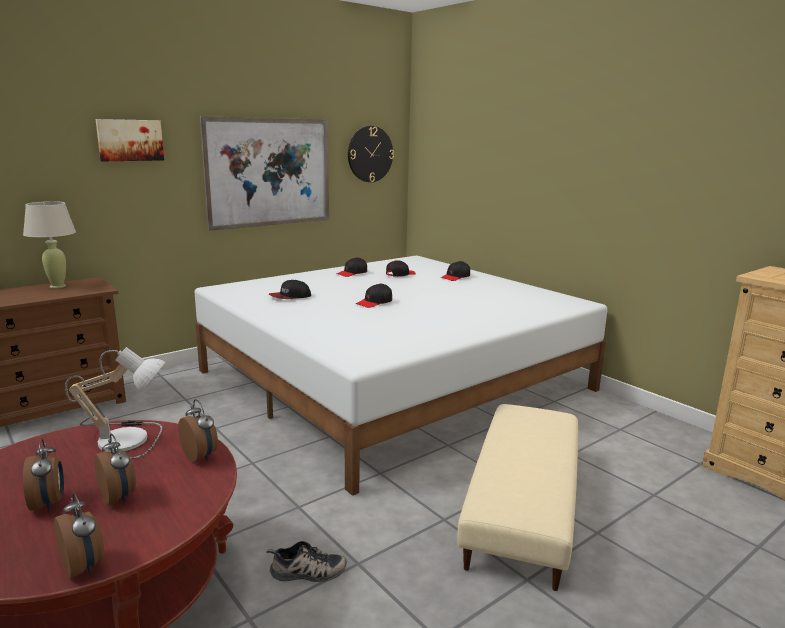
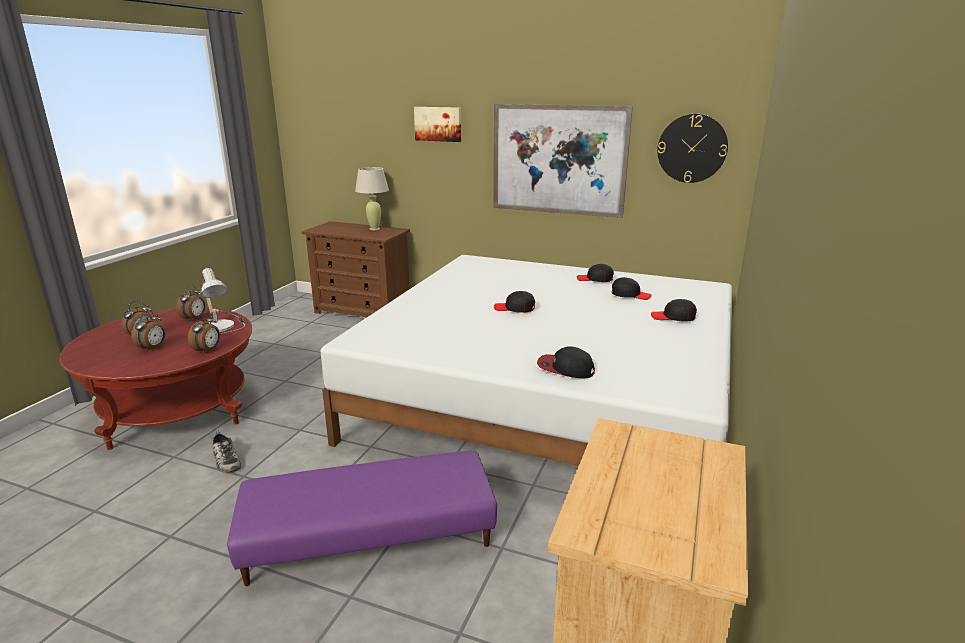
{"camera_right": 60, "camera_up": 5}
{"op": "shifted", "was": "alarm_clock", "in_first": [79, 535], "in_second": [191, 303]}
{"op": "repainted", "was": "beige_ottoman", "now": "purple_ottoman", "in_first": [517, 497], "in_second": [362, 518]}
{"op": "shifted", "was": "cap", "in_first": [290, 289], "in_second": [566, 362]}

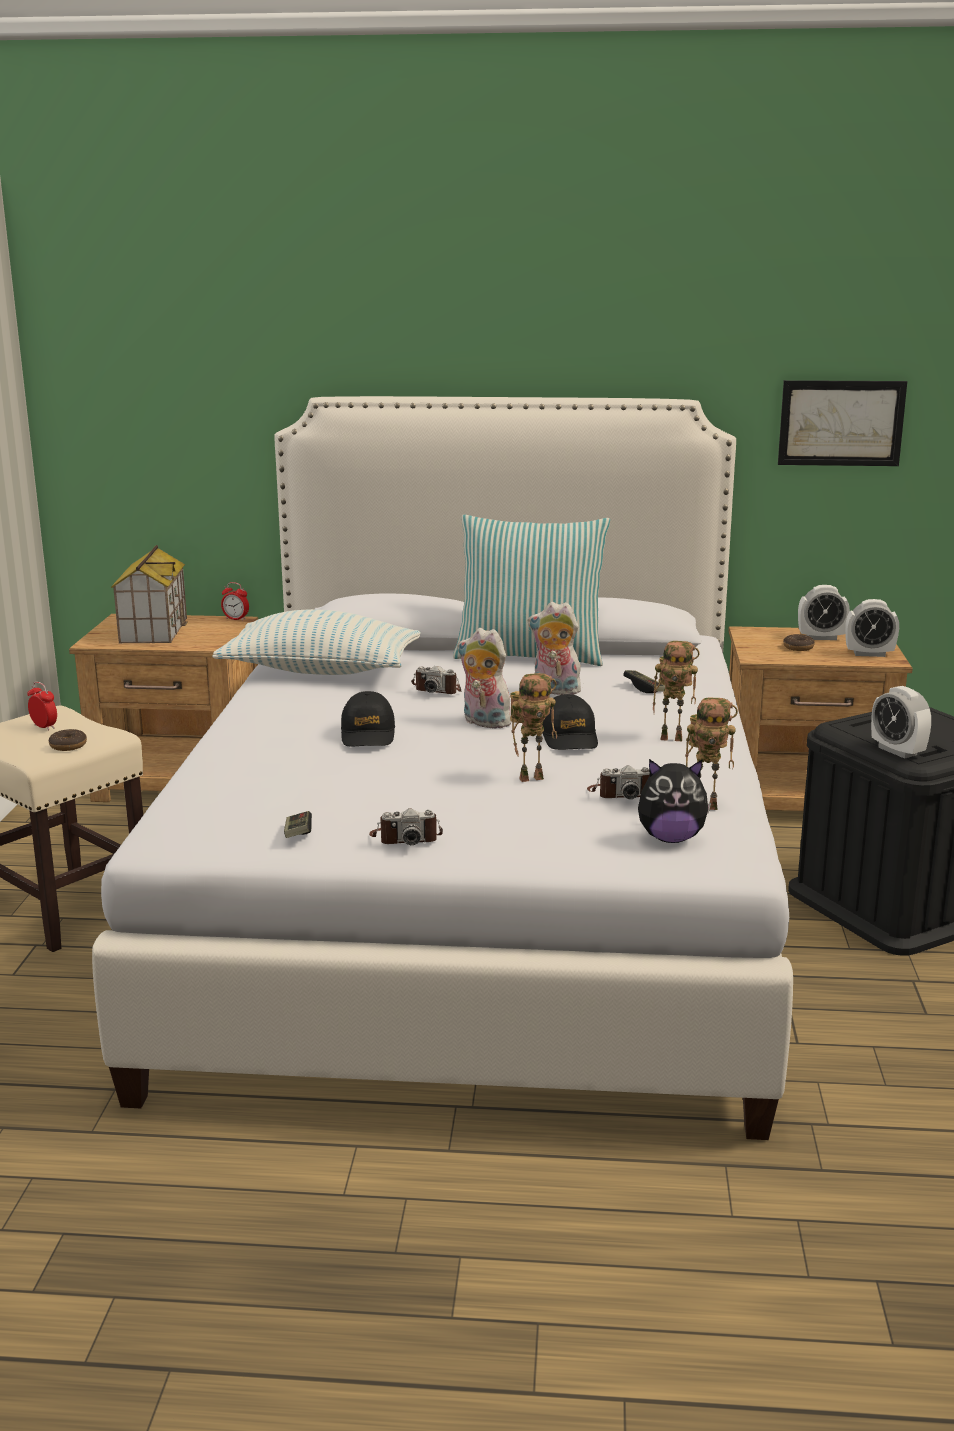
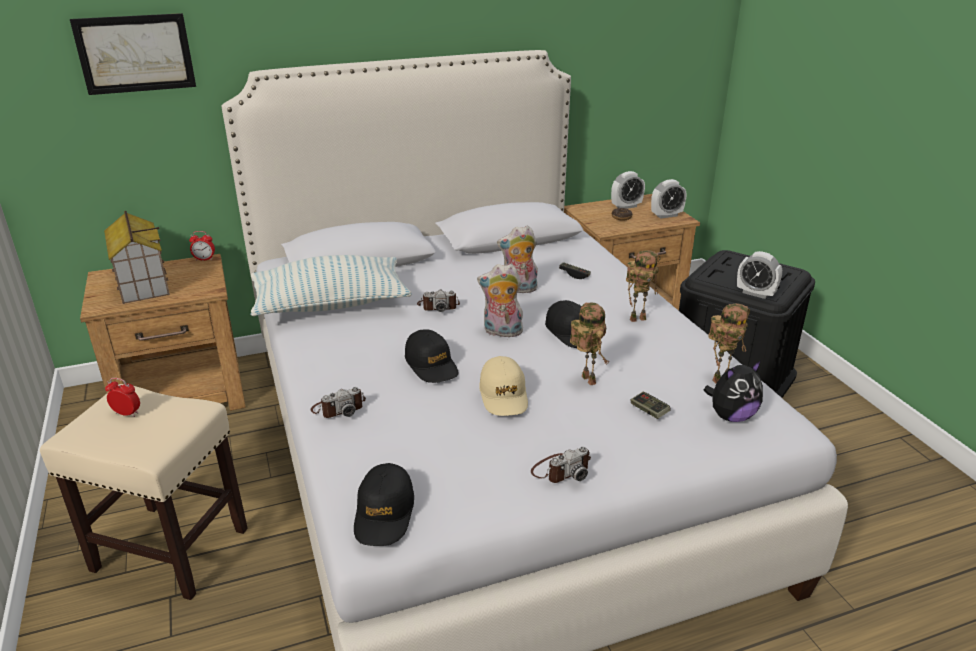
{"camera_right": -25, "camera_up": 10}
{"op": "shifted", "was": "picture", "in_first": [842, 423], "in_second": [133, 54]}
{"op": "shifted", "was": "photo_camera", "in_first": [618, 782], "in_second": [338, 402]}
{"op": "new", "now": "black_cap", "in_second": [384, 504]}
{"op": "new", "now": "beige_cap", "in_second": [503, 386]}
{"op": "rotated", "was": "toy_robot", "in_first": [533, 727], "in_second": [589, 343], "clockwise": -75}
{"op": "shifted", "was": "game_controller", "in_first": [298, 824], "in_second": [650, 405]}
{"op": "gone", "was": "donut", "in_first": [68, 740]}
{"op": "gone", "was": "pillow", "in_first": [531, 590]}

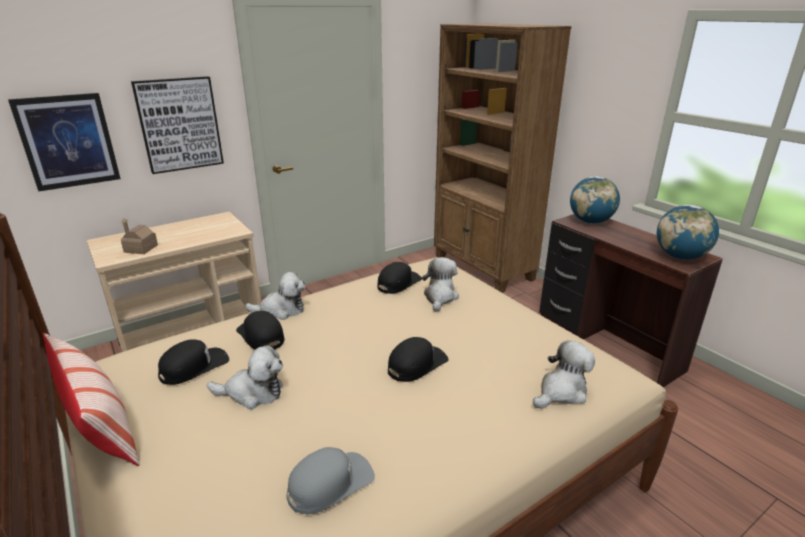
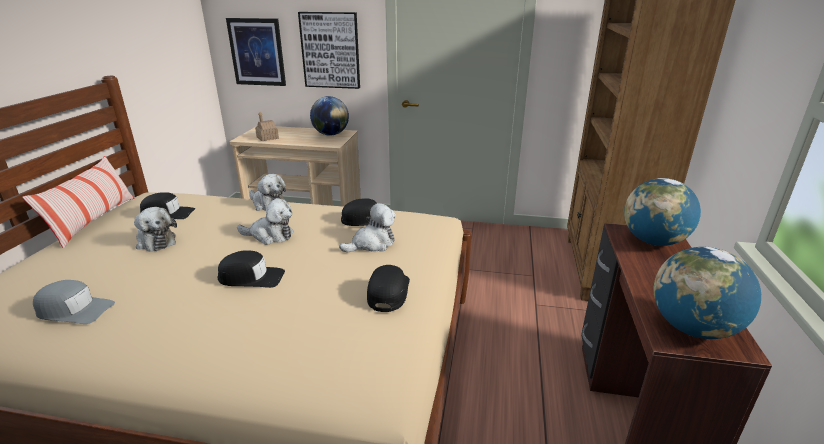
{"camera_right": 45, "camera_up": 0}
{"op": "shifted", "was": "plush_toy", "in_first": [564, 374], "in_second": [265, 222]}
{"op": "new", "now": "globe", "in_second": [329, 116]}
{"op": "shifted", "was": "black_cap", "in_first": [260, 330], "in_second": [388, 288]}

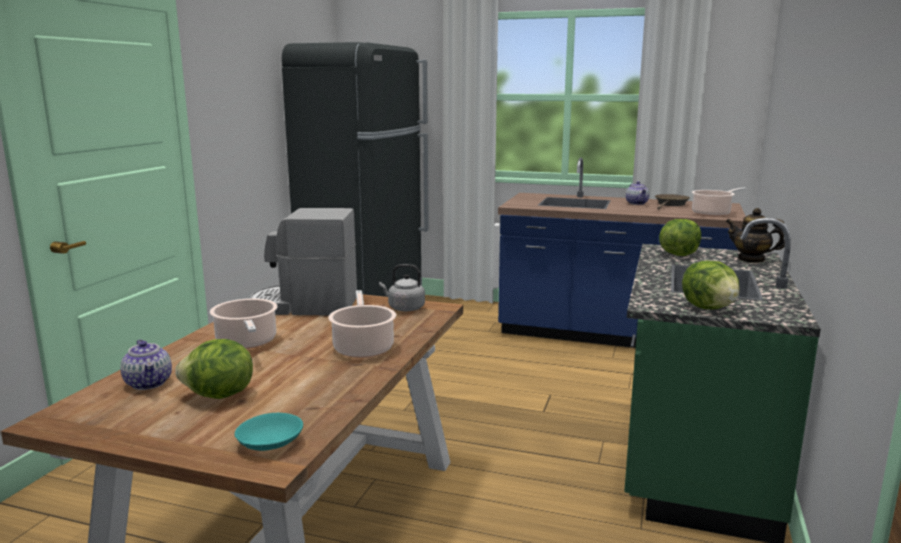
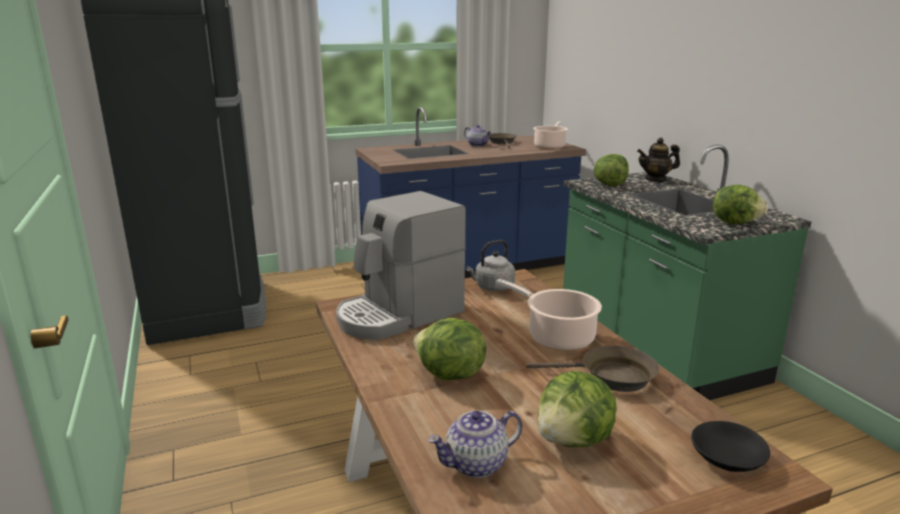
{"camera_right": -40, "camera_up": 5}
{"op": "swapped", "was": "cooking_pot", "now": "lettuce", "in_first": [244, 323], "in_second": [450, 349]}
{"op": "rotated", "was": "teapot", "in_first": [146, 364], "in_second": [475, 444], "clockwise": 135}
{"op": "new", "now": "brown_frying_pan", "in_second": [592, 369]}
{"op": "repainted", "was": "turquoise_bowl", "now": "black_bowl", "in_first": [269, 432], "in_second": [730, 446]}

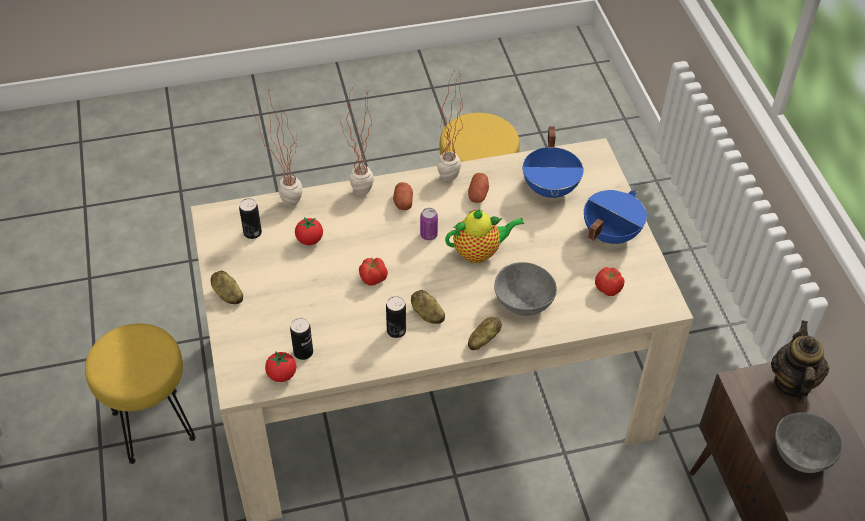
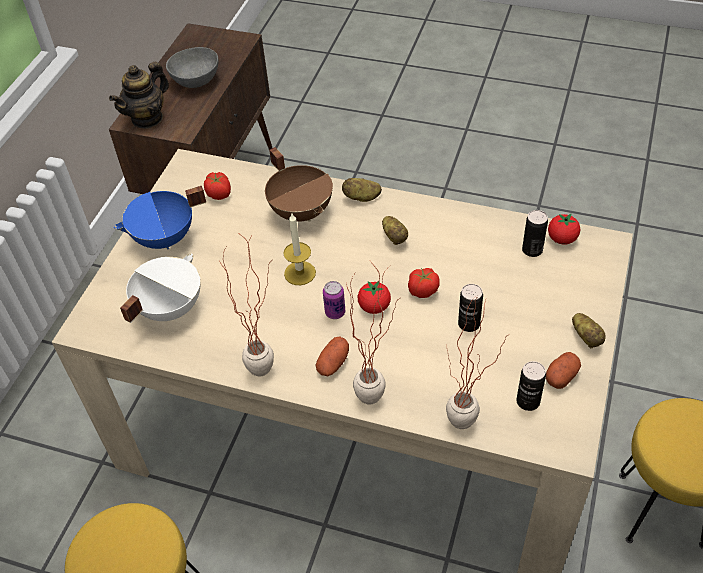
{"camera_right": -145, "camera_up": 0}
{"op": "repainted", "was": "blue_cooking_pot", "now": "white_cooking_pot", "in_first": [553, 163], "in_second": [160, 288]}
{"op": "swapped", "was": "grey_bowl", "now": "brown_cooking_pot", "in_first": [525, 289], "in_second": [299, 184]}
{"op": "swapped", "was": "teapot", "now": "candle", "in_first": [484, 236], "in_second": [299, 249]}
{"op": "shifted", "was": "tomato", "in_first": [309, 231], "in_second": [374, 297]}
{"op": "shifted", "was": "can", "in_first": [396, 317], "in_second": [470, 308]}
{"op": "shifted", "was": "potato", "in_first": [478, 188], "in_second": [563, 370]}

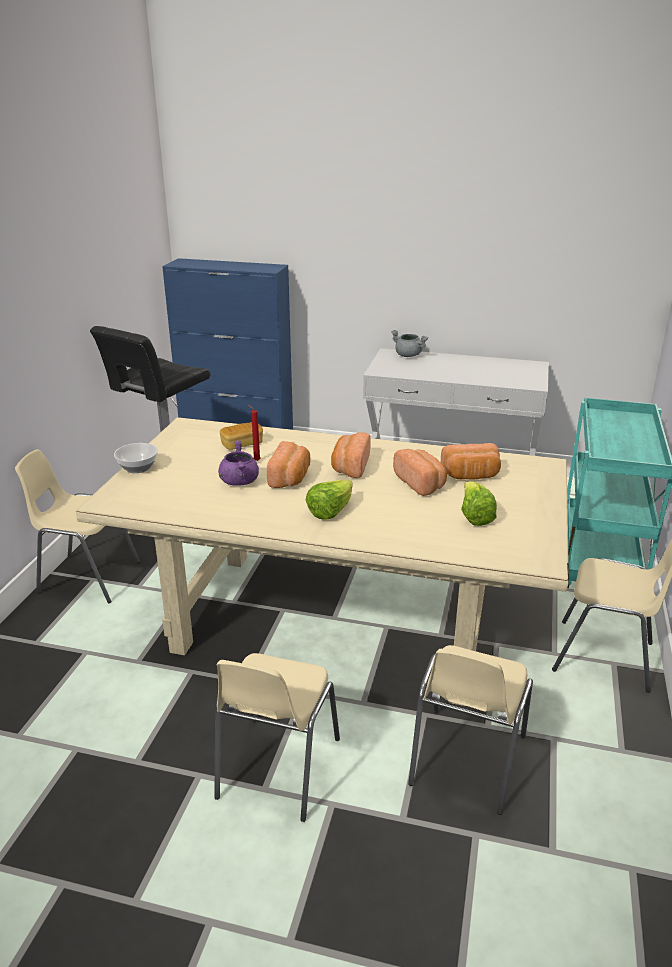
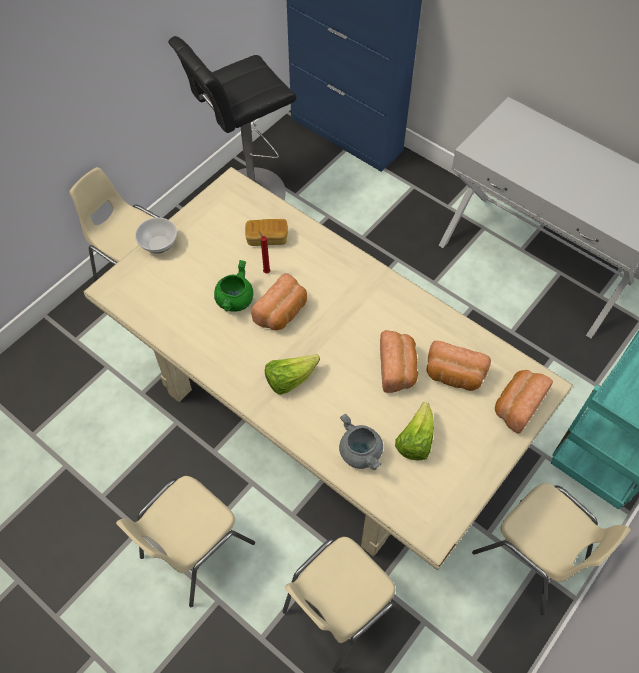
{"camera_right": 25, "camera_up": 30}
{"op": "repainted", "was": "purple_cooking_pot", "now": "green_cooking_pot", "in_first": [238, 463], "in_second": [233, 286]}
{"op": "shifted", "was": "grey_cooking_pot", "in_first": [410, 343], "in_second": [361, 442]}
{"op": "shifted", "was": "bread", "in_first": [351, 455], "in_second": [524, 402]}

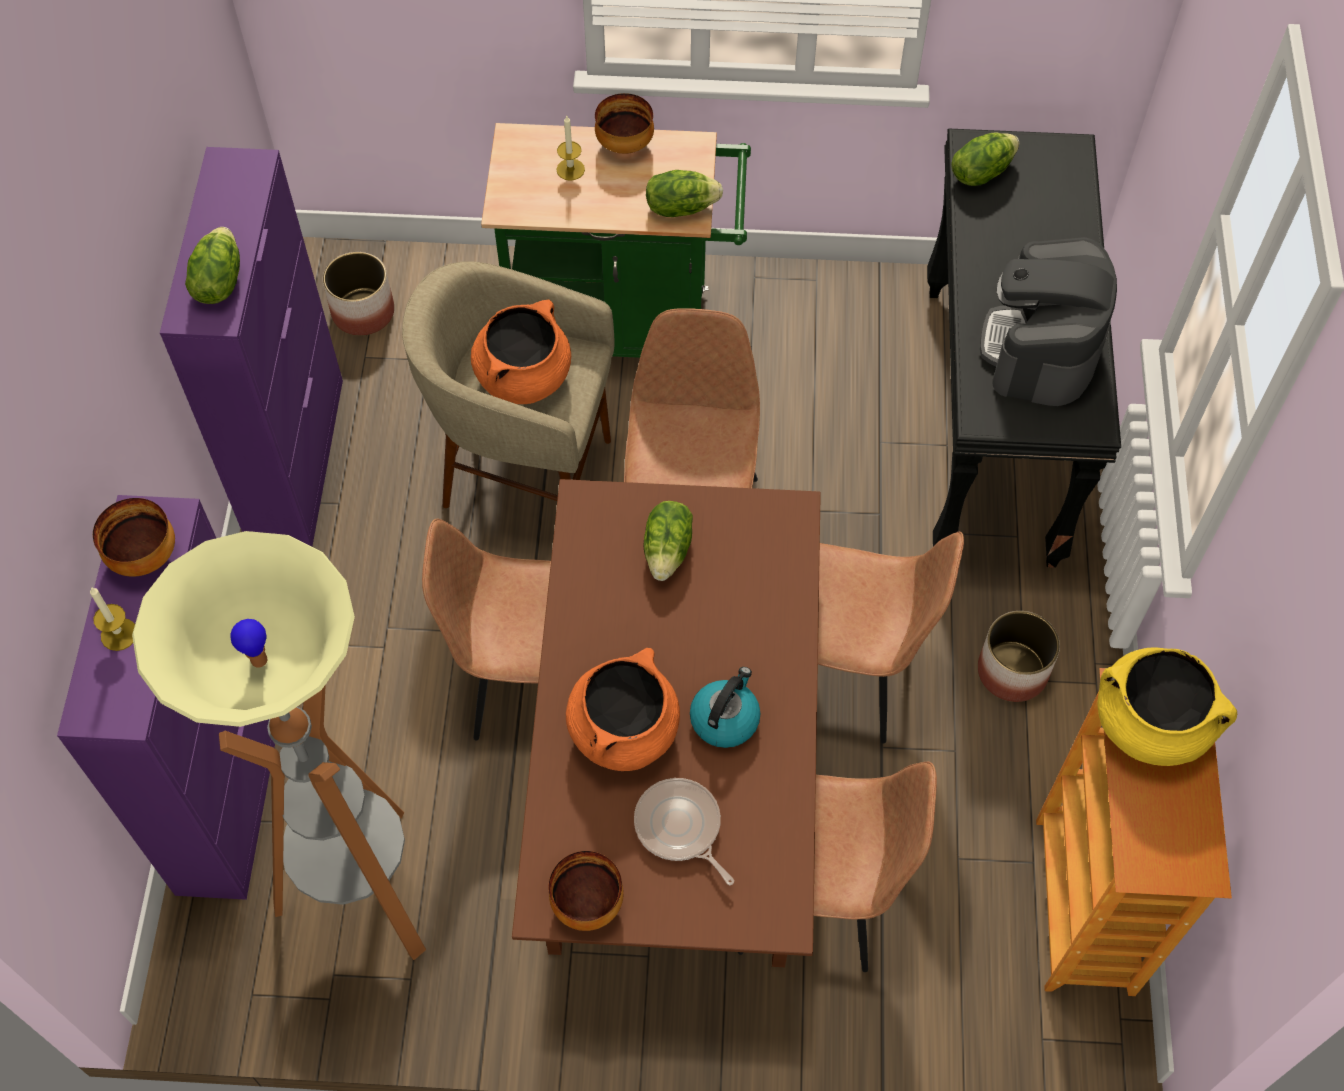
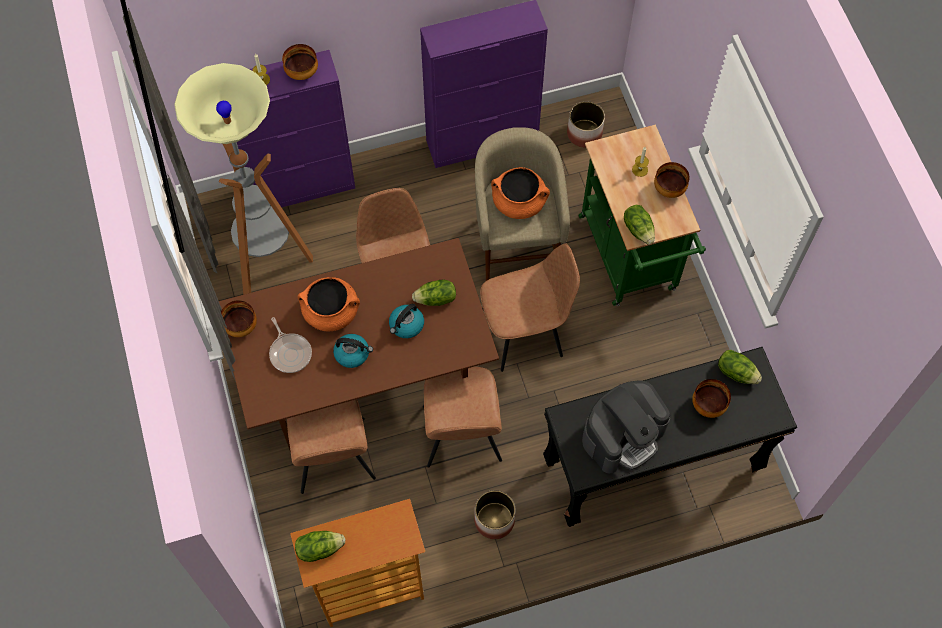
{"camera_right": 70, "camera_up": 5}
{"op": "rotated", "was": "frying_pan", "in_first": [684, 831], "in_second": [290, 345], "clockwise": 120}
{"op": "shifted", "was": "lettuce", "in_first": [212, 265], "in_second": [320, 546]}
{"op": "new", "now": "kettle", "in_second": [406, 321]}
{"op": "rotated", "was": "coffee_machine", "in_first": [1048, 321], "in_second": [626, 427], "clockwise": 150}
{"op": "new", "now": "bowl", "in_second": [711, 398]}
{"op": "gone", "was": "yellow_cooking_pot", "in_first": [1167, 706]}

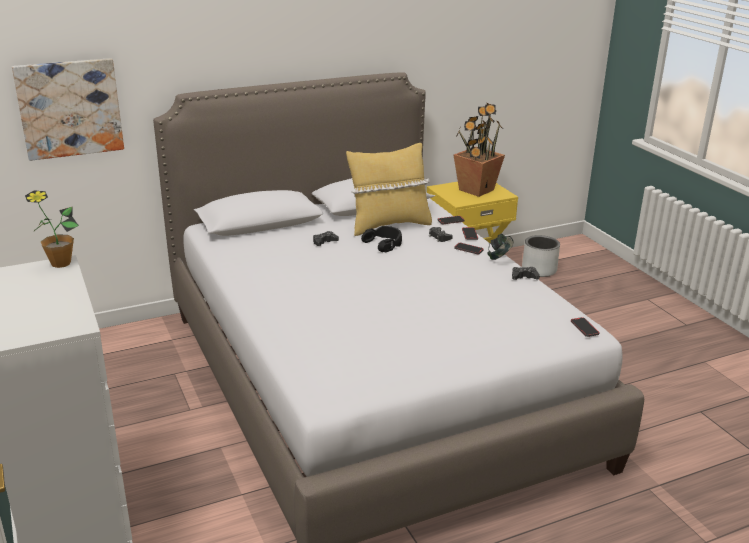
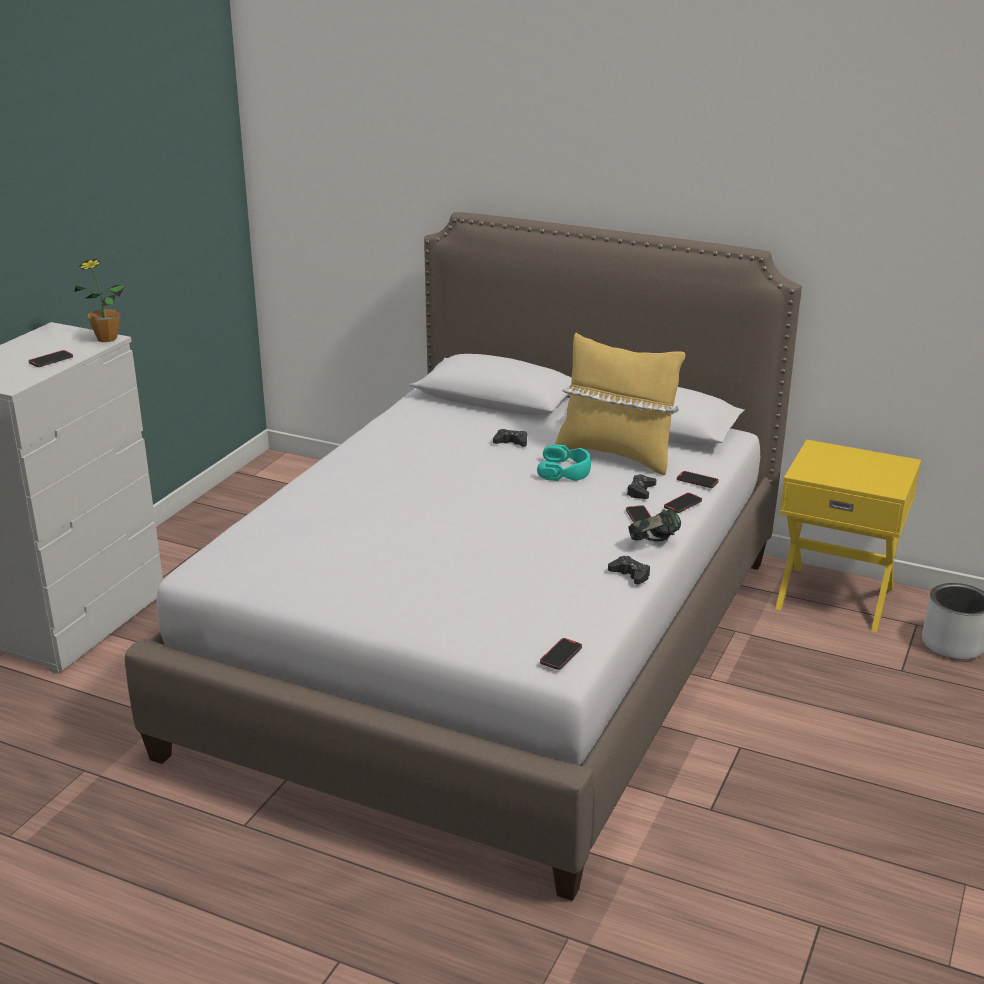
{"camera_right": 50, "camera_up": 0}
{"op": "new", "now": "phone", "in_second": [51, 358]}
{"op": "repainted", "was": "black_headphones", "now": "turquoise_headphones", "in_first": [381, 239], "in_second": [564, 462]}
{"op": "gone", "was": "picture", "in_first": [68, 109]}
{"op": "gone", "was": "potted_plant", "in_first": [479, 149]}

